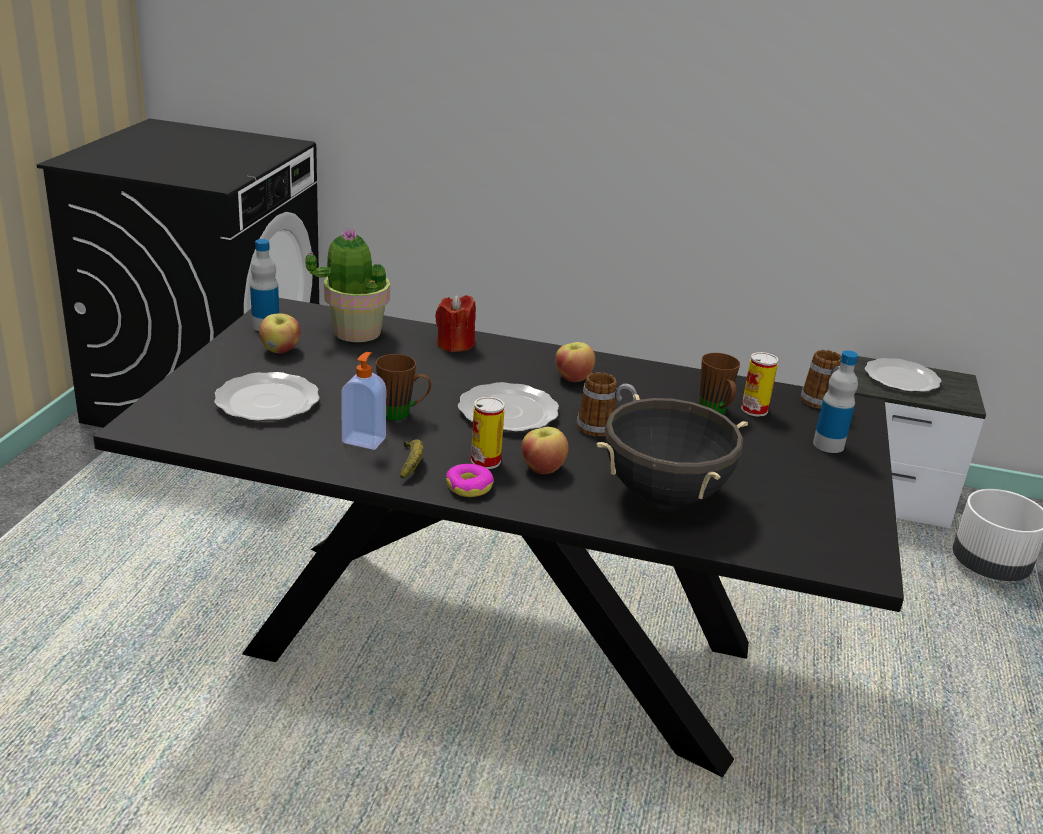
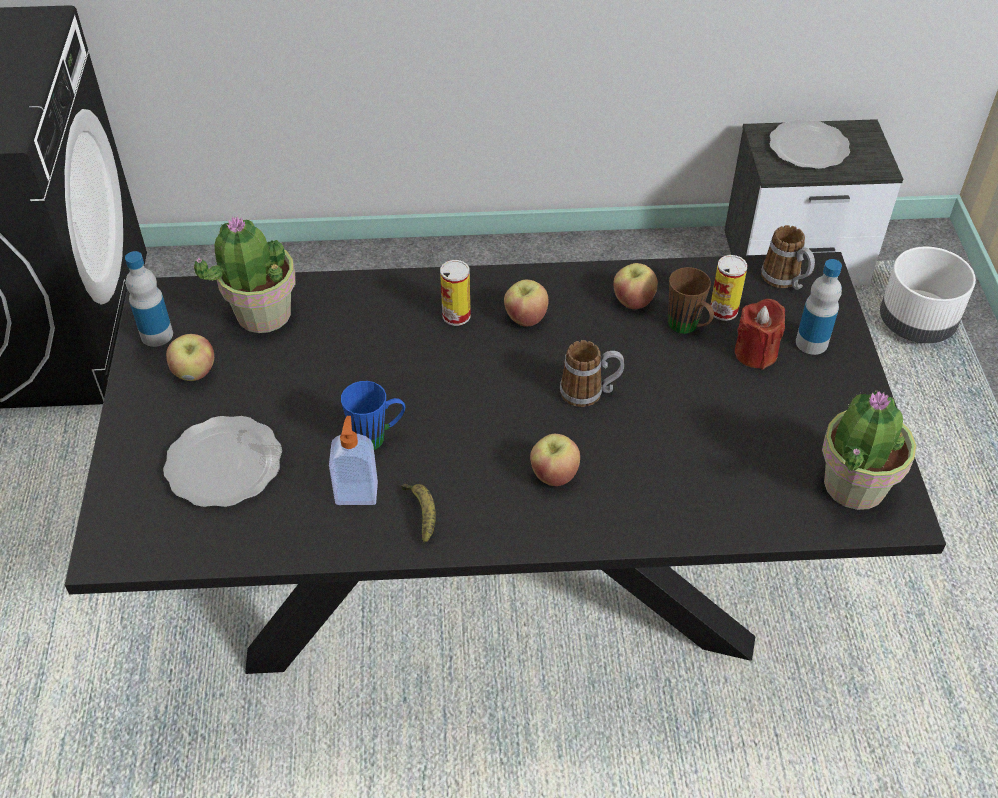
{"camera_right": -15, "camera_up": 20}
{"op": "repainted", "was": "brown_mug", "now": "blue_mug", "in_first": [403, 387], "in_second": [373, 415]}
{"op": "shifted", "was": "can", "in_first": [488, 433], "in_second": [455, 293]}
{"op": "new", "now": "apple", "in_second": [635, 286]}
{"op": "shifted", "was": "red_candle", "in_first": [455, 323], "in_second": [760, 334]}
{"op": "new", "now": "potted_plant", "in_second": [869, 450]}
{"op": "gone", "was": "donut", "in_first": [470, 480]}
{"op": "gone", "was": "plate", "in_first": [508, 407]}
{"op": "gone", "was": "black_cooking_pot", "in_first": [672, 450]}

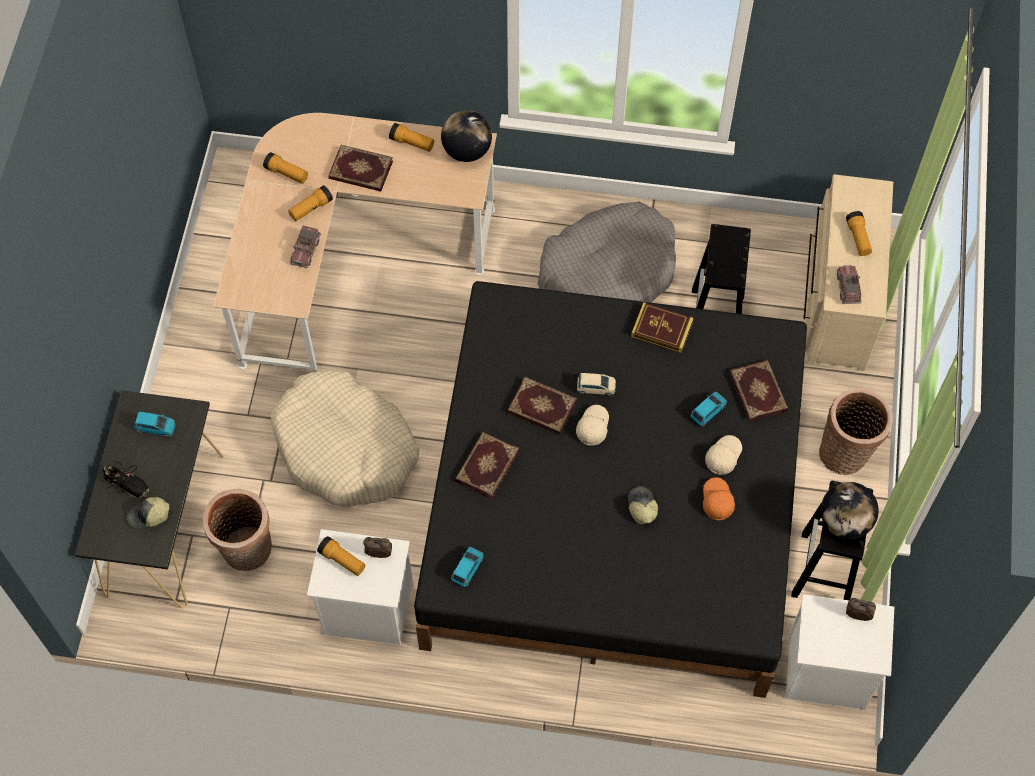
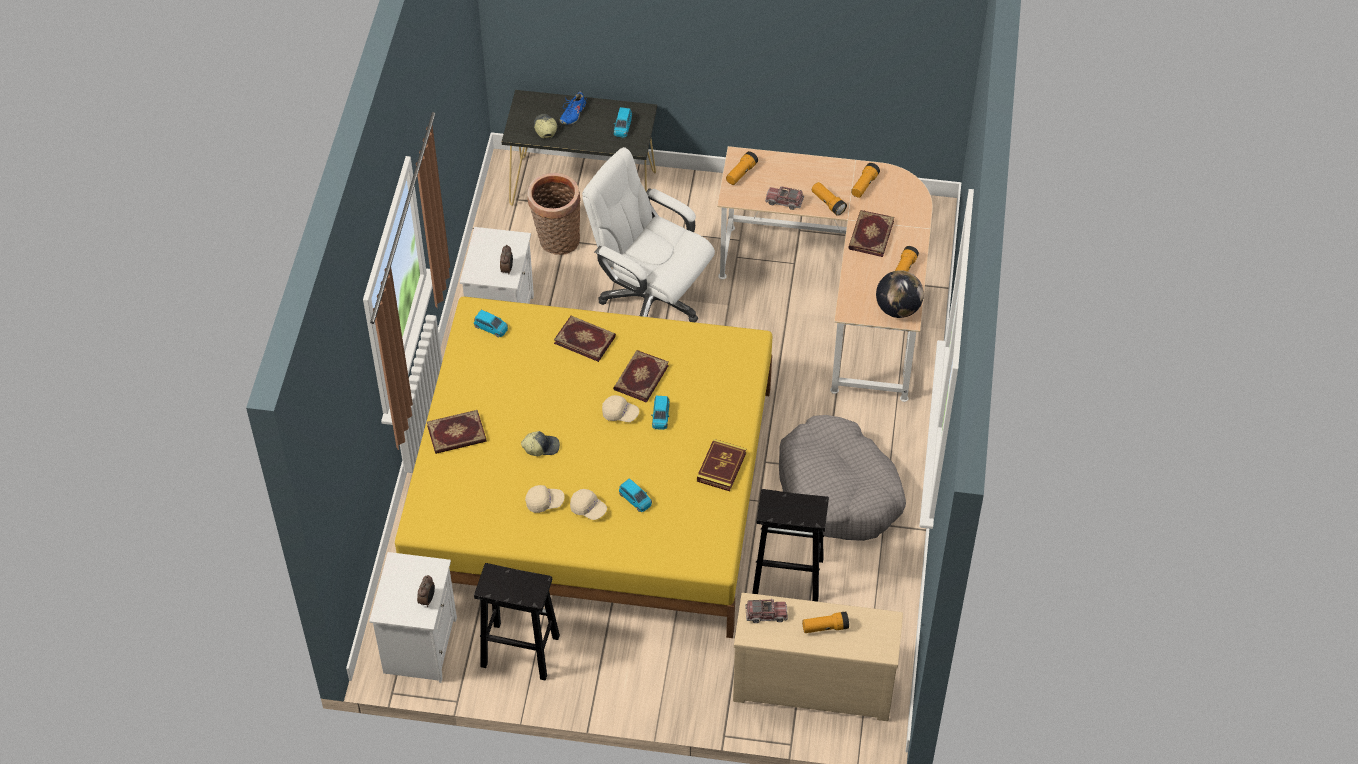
{"camera_right": 90, "camera_up": -10}
{"op": "repainted", "was": "black_bed", "now": "yellow_bed", "in_first": [610, 489], "in_second": [583, 467]}
{"op": "shifted", "was": "book", "in_first": [758, 391], "in_second": [457, 432]}
{"op": "repainted", "was": "orange_cap", "now": "beige_cap", "in_first": [719, 498], "in_second": [545, 499]}
{"op": "repainted", "was": "black_shoe", "now": "blue_shoe", "in_first": [126, 479], "in_second": [573, 108]}
{"op": "swapped", "was": "beige_dog_bed", "now": "white_office_chair", "in_first": [345, 439], "in_second": [648, 234]}
{"op": "repainted", "was": "beige_toy_car", "now": "blue_toy_car", "in_first": [596, 384], "in_second": [660, 413]}
{"op": "shifted", "was": "flashlight", "in_first": [341, 556], "in_second": [742, 168]}
{"op": "gone", "was": "basket", "in_first": [856, 431]}
{"op": "gone", "was": "globe", "in_first": [850, 510]}

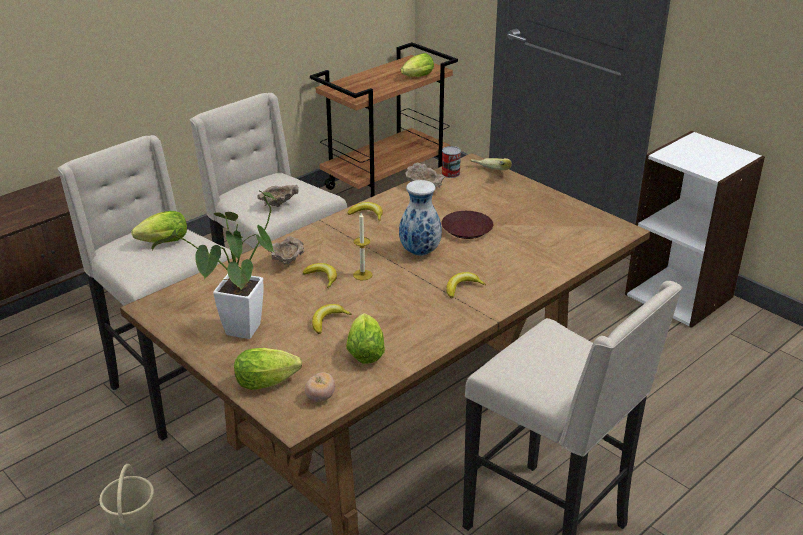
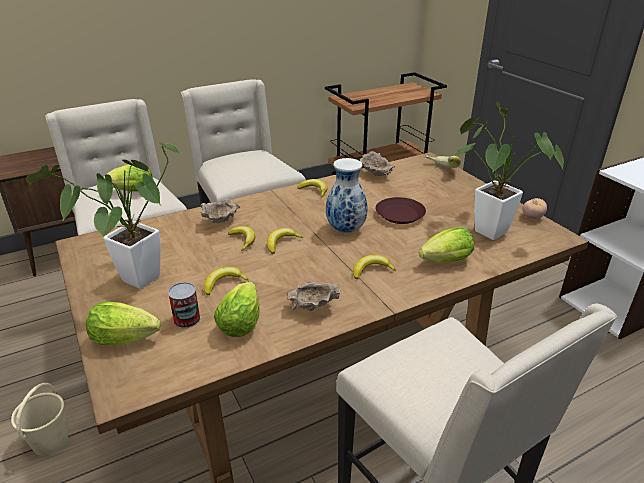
{"camera_right": 15, "camera_up": 0}
{"op": "shifted", "was": "can", "in_first": [451, 162], "in_second": [184, 305]}
{"op": "swapped", "was": "candle", "now": "banana", "in_first": [362, 246], "in_second": [285, 241]}
{"op": "shifted", "was": "beige_bowl", "in_first": [278, 196], "in_second": [314, 296]}
{"op": "shifted", "was": "lettuce", "in_first": [417, 65], "in_second": [446, 244]}
{"op": "new", "now": "potted_plant", "in_second": [508, 171]}
{"op": "shifted", "was": "tomato", "in_first": [320, 387], "in_second": [535, 208]}

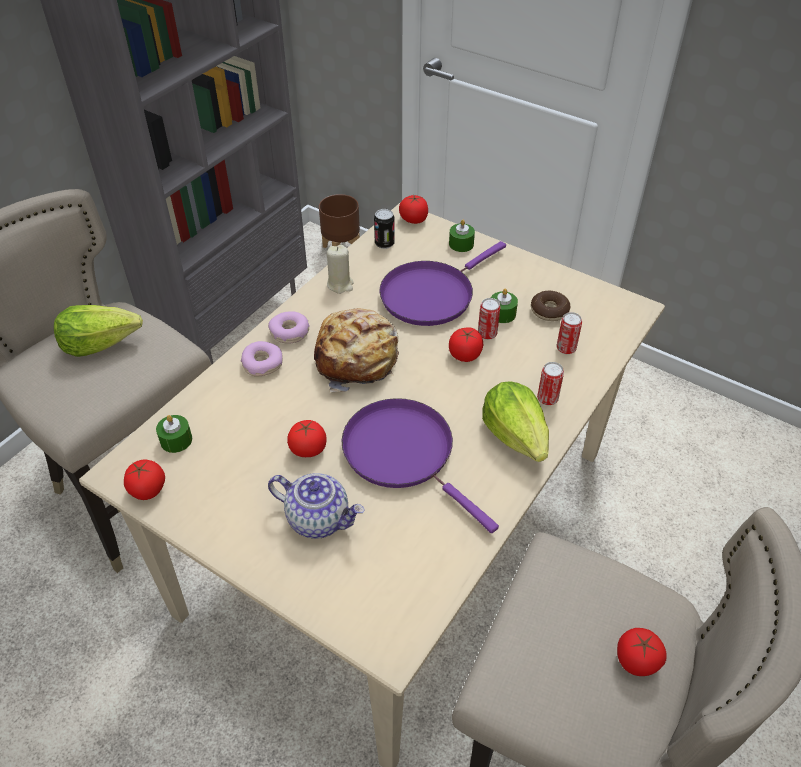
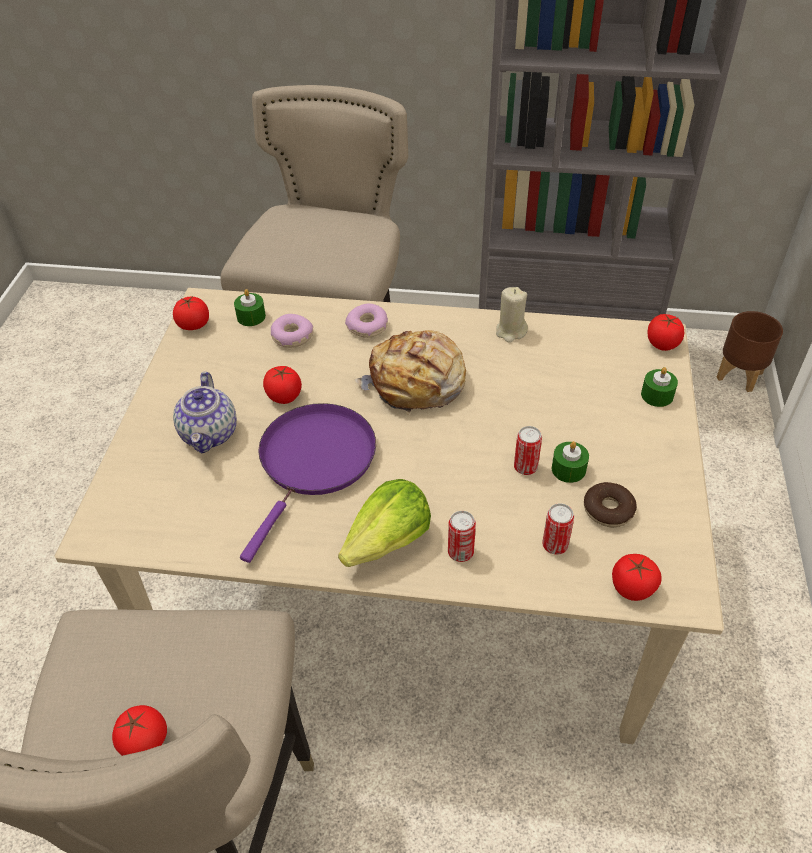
{"camera_right": 65, "camera_up": 0}
{"op": "shifted", "was": "donut", "in_first": [289, 327], "in_second": [292, 331]}
{"op": "shifted", "was": "tomato", "in_first": [466, 344], "in_second": [637, 577]}
{"op": "gone", "was": "lettuce", "in_first": [98, 331]}
{"op": "gone", "was": "can", "in_first": [384, 229]}
{"op": "gone", "was": "purple_frying_pan", "in_first": [442, 283]}

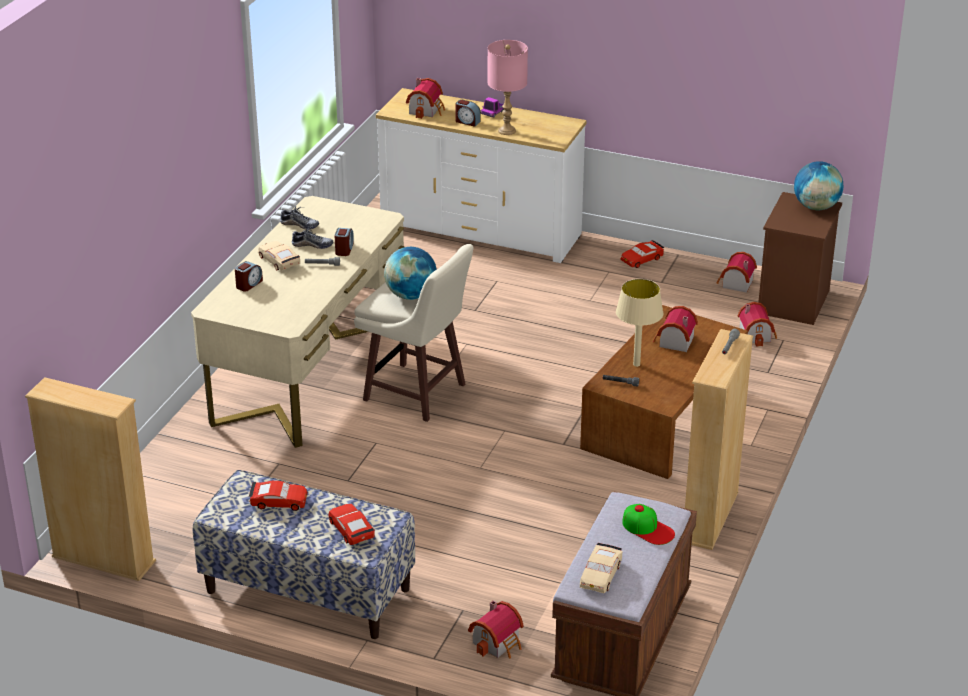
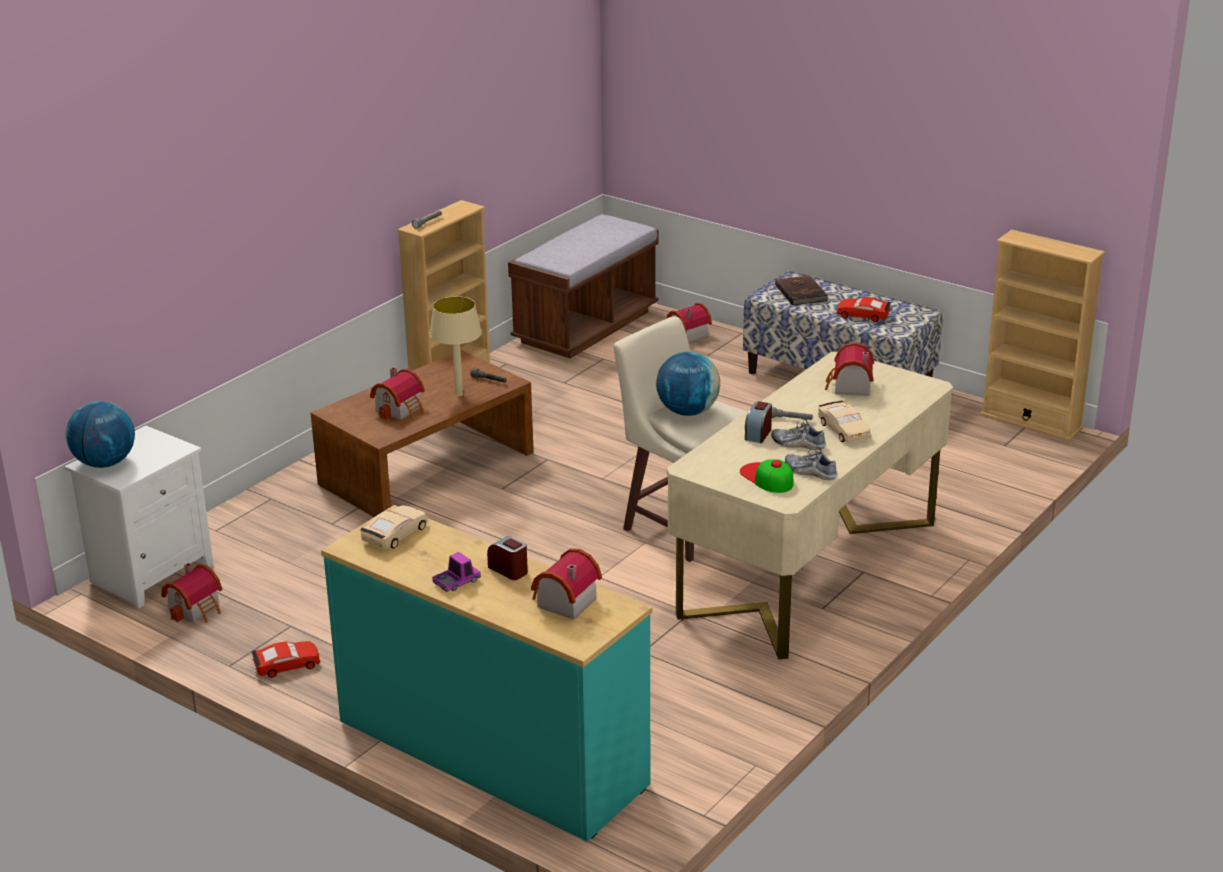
{"camera_right": -165, "camera_up": -5}
{"op": "repainted", "was": "brown_nightstand", "now": "white_nightstand", "in_first": [800, 258], "in_second": [138, 516]}
{"op": "repainted", "was": "white_dresser", "now": "turquoise_dresser", "in_first": [481, 175], "in_second": [486, 673]}
{"op": "shifted", "was": "beige_toy_car", "in_first": [601, 568], "in_second": [394, 527]}
{"op": "shifted", "was": "cap", "in_first": [648, 524], "in_second": [766, 476]}
{"op": "swapped", "was": "red_toy_car", "now": "brown_book", "in_first": [351, 524], "in_second": [801, 290]}
{"op": "shifted", "was": "toy_house", "in_first": [757, 324], "in_second": [849, 369]}
{"op": "gone", "was": "alarm_clock", "in_first": [249, 276]}
{"op": "gone", "was": "pink_table_lamp", "in_first": [508, 87]}

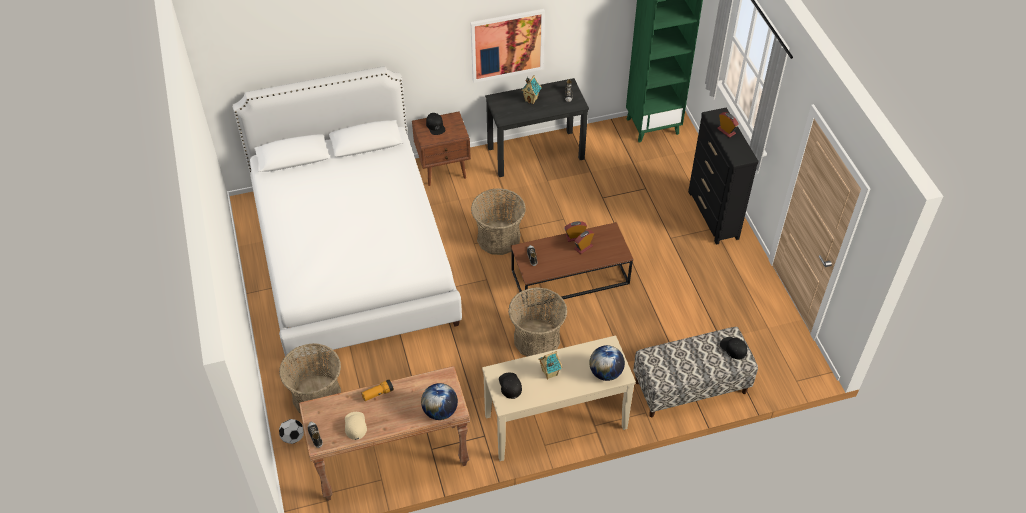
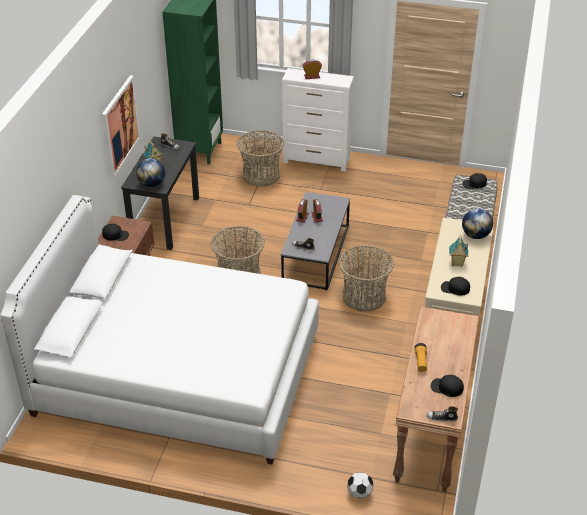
{"camera_right": -60, "camera_up": -10}
{"op": "shifted", "was": "globe", "in_first": [439, 401], "in_second": [150, 172]}
{"op": "shifted", "was": "basket", "in_first": [310, 378], "in_second": [260, 158]}
{"op": "repainted", "was": "brown_coffee_table", "now": "grey_coffee_table", "in_first": [572, 264], "in_second": [315, 241]}
{"op": "repainted", "was": "black_dresser", "now": "white_dresser", "in_first": [723, 176], "in_second": [318, 120]}
{"op": "repainted", "was": "beige_cap", "now": "black_cap", "in_first": [356, 426], "in_second": [447, 386]}

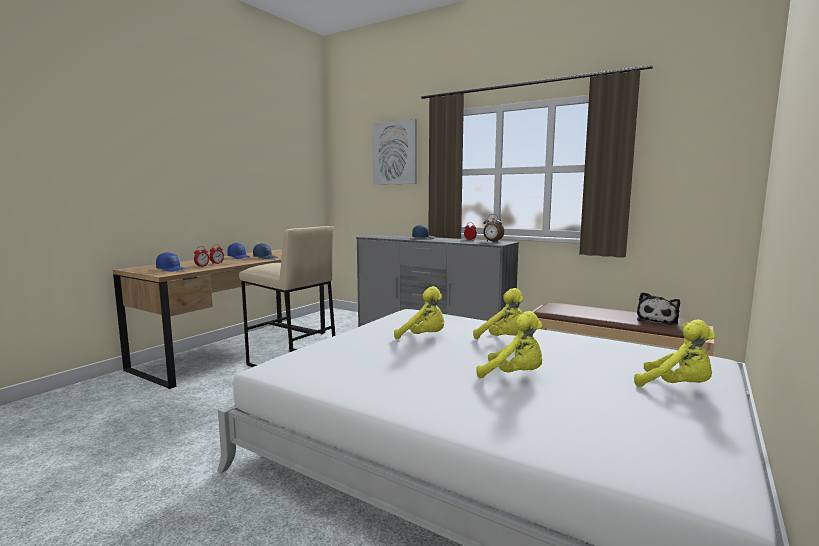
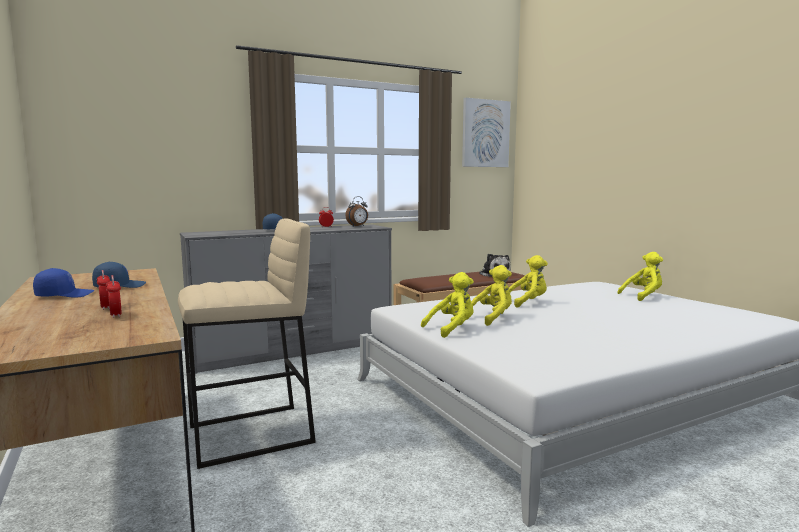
{"camera_right": -60, "camera_up": 0}
{"op": "shifted", "was": "yellow_plush_toy", "in_first": [509, 344], "in_second": [447, 305]}
{"op": "shifted", "was": "picture", "in_first": [394, 152], "in_second": [486, 132]}
{"op": "gone", "was": "blue_cap", "in_first": [171, 262]}

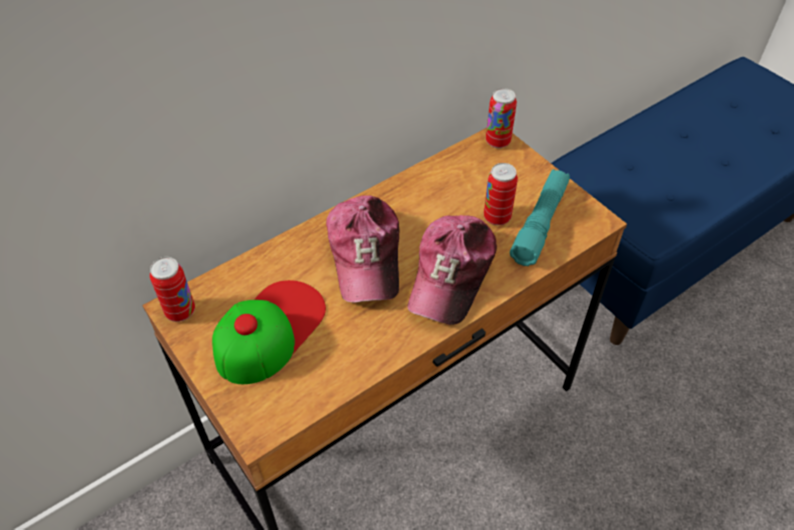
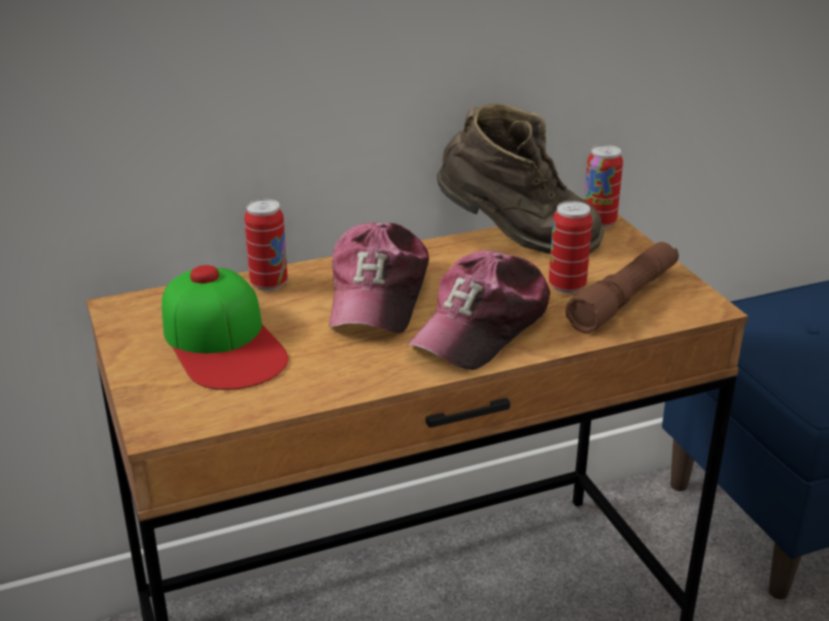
{"camera_right": 15, "camera_up": -20}
{"op": "rotated", "was": "cap", "in_first": [269, 332], "in_second": [225, 327], "clockwise": 105}
{"op": "shifted", "was": "can", "in_first": [172, 289], "in_second": [266, 245]}
{"op": "new", "now": "brown_boot", "in_second": [520, 179]}
{"op": "repainted", "was": "turquoise_flashlight", "now": "brown_flashlight", "in_first": [540, 217], "in_second": [622, 287]}

